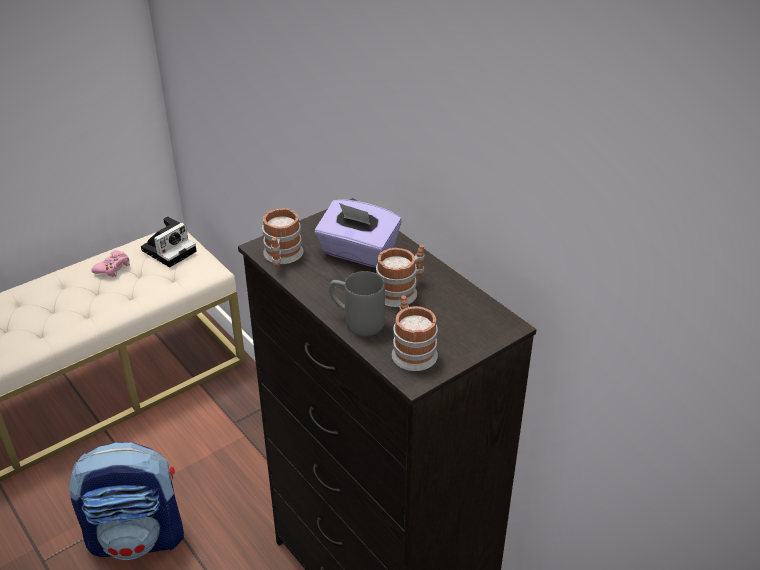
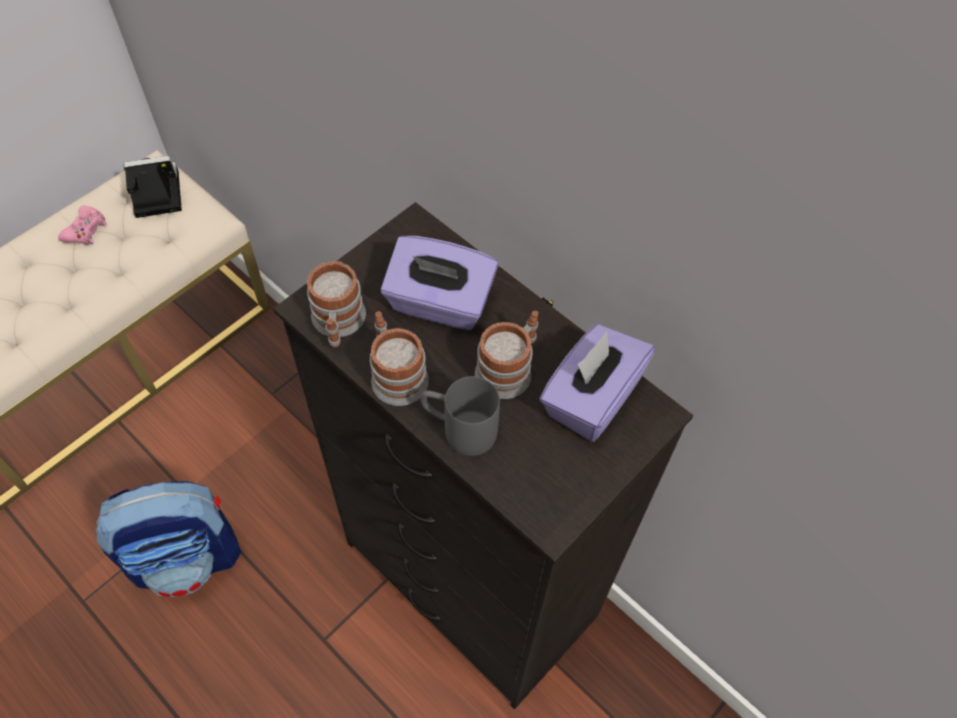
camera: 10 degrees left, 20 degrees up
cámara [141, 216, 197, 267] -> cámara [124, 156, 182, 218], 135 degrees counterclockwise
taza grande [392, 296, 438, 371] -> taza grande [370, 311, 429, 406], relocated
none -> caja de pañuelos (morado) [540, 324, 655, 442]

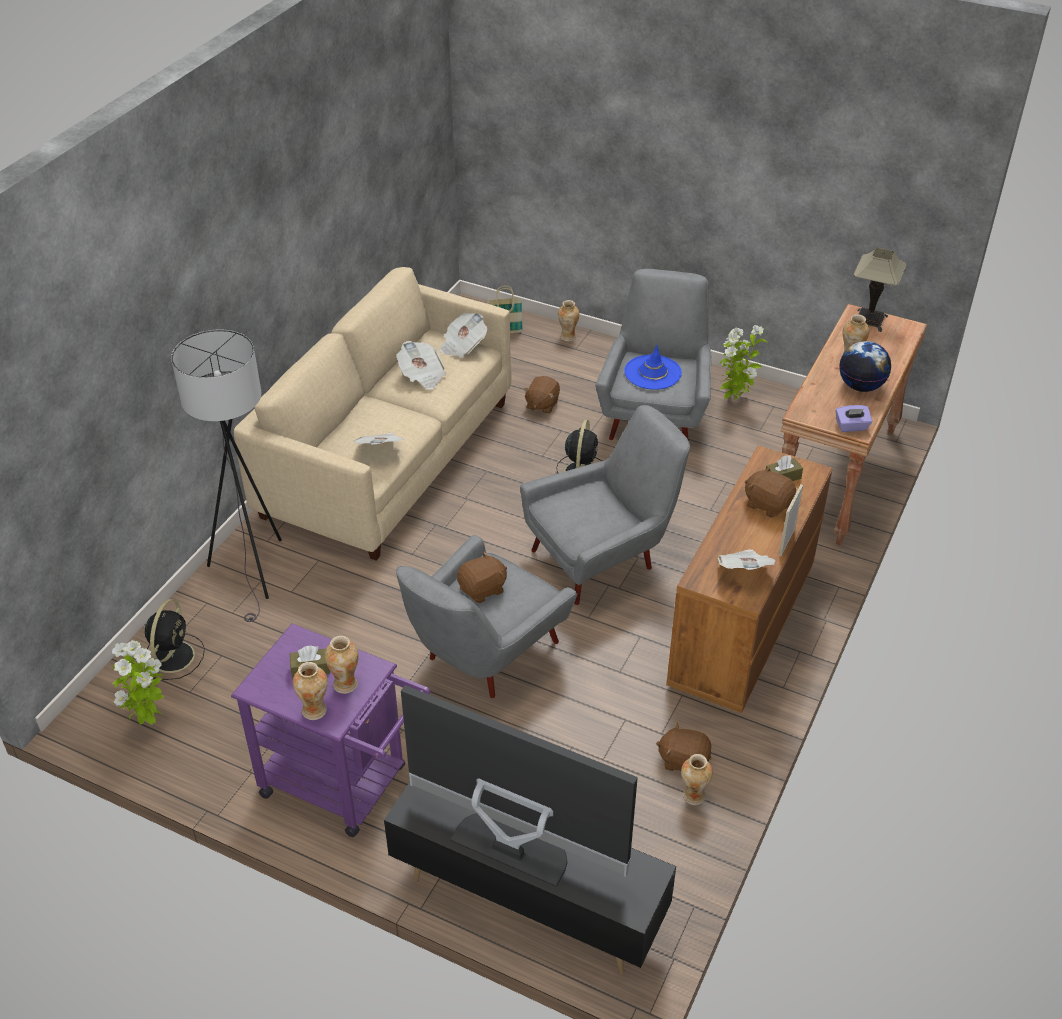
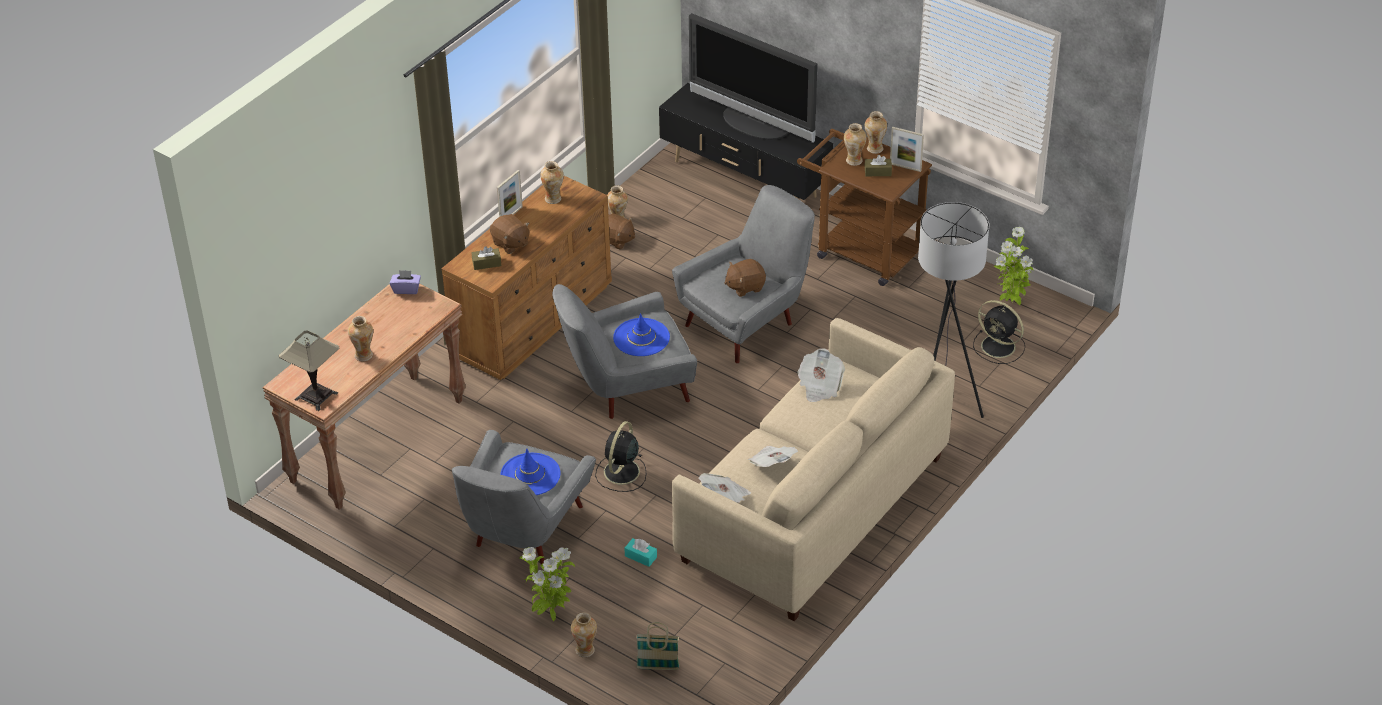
camera: 170 degrees left, 0 degrees up
planta en maceta [719, 325, 768, 401] -> planta en maceta [519, 547, 575, 621], relocated
globo terráqueo [839, 341, 891, 392] -> none
peluche (marrón) [523, 376, 560, 414] -> caja de pañuelos (turquesa) [625, 538, 657, 567]
periódico [718, 549, 776, 570] -> florero [540, 161, 564, 204]
ventilador (negro) [145, 599, 205, 680] -> ventilador (negro) [973, 300, 1025, 364], 75 degrees counterclockwise
carrito (morado) [231, 624, 431, 837] -> carrito (marrón) [797, 129, 932, 286]
none -> portarretratos [890, 127, 924, 172]
none -> sombrero (azul) [613, 313, 670, 356]

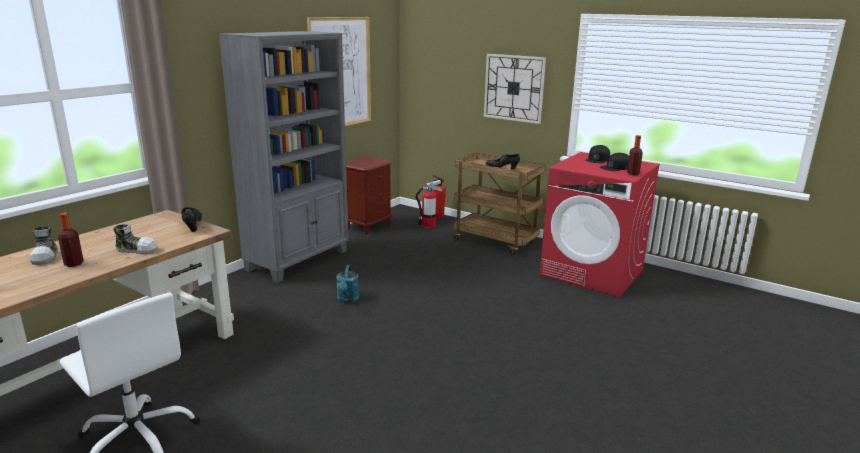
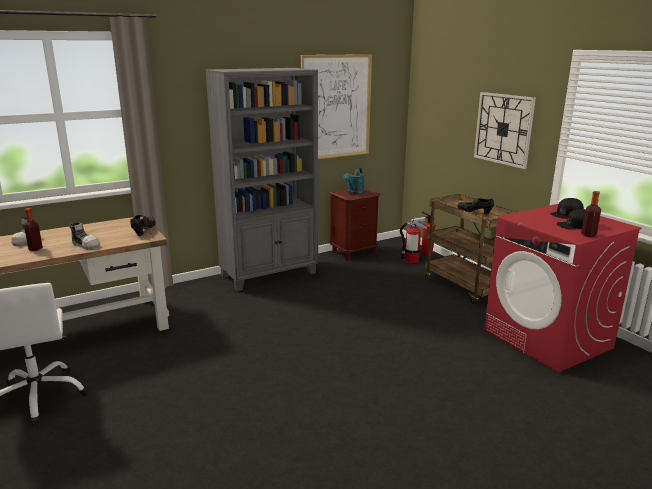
camera: 25 degrees right, 0 degrees up
regadera (turquesa) [336, 265, 360, 304] -> regadera (turquesa) [343, 168, 364, 195], relocated

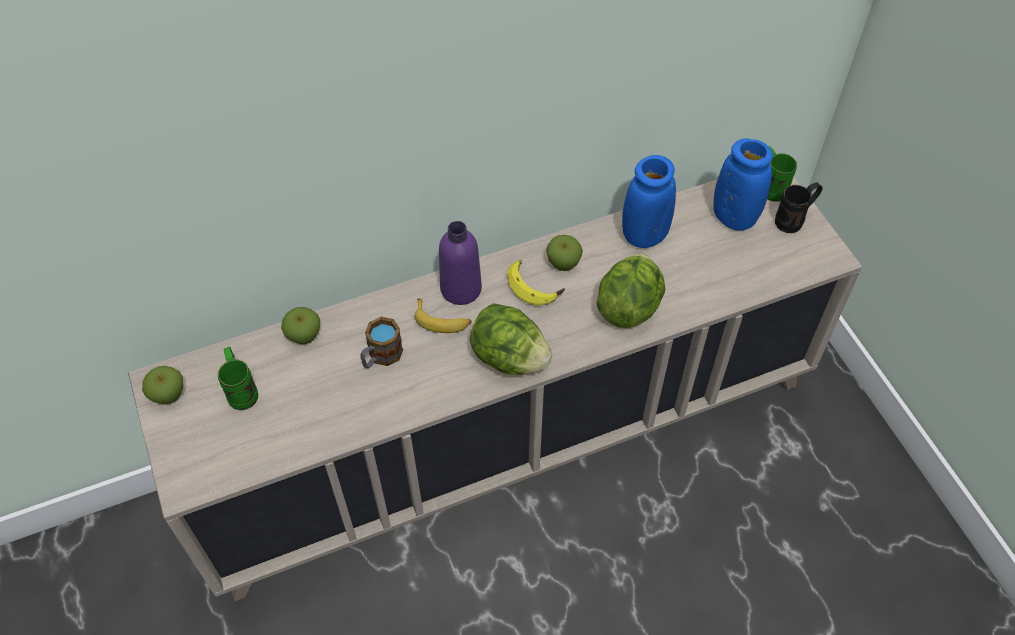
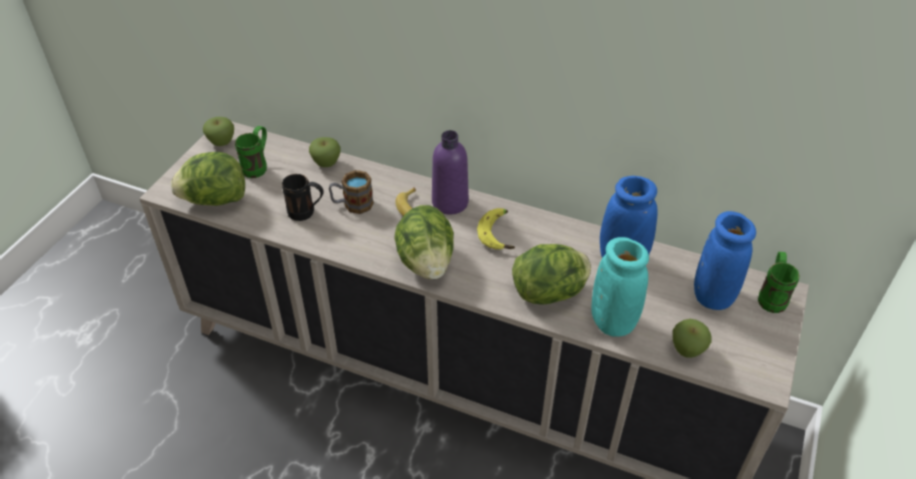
camera: 45 degrees right, 10 degrees down
taza grande (negro) [775, 182, 823, 233] -> taza grande (negro) [282, 174, 324, 221], relocated
manzana [546, 235, 583, 271] -> manzana [673, 319, 711, 358], relocated
none -> lechuga [171, 152, 245, 206]
none -> florero (turquesa) [592, 237, 649, 337]

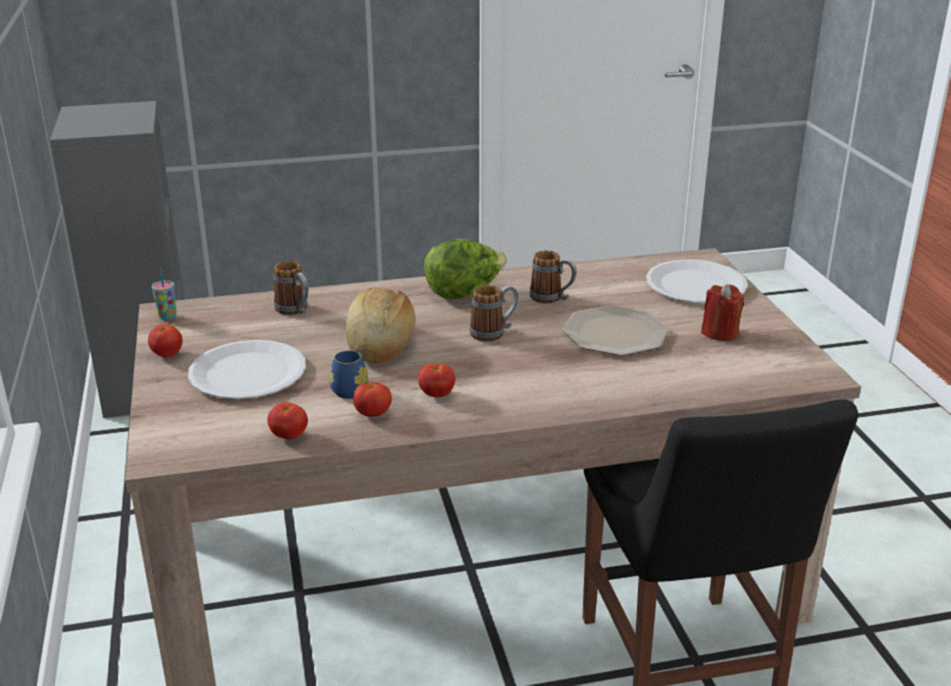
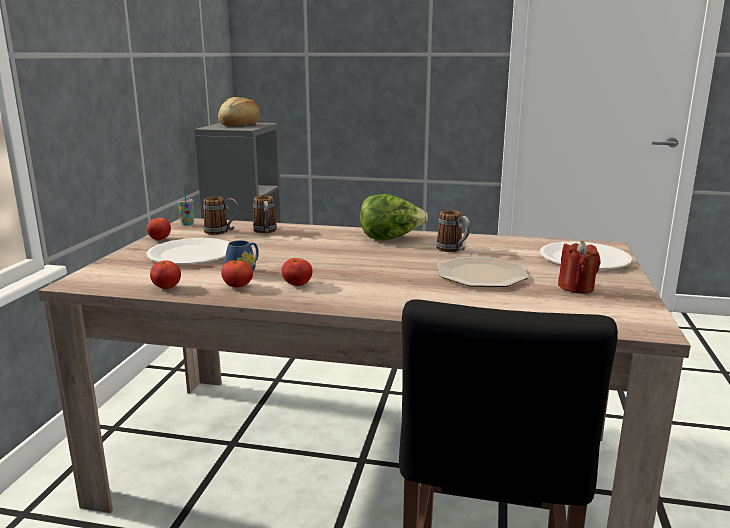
camera: 25 degrees right, 10 degrees down
taza grande [470, 285, 518, 342] -> taza grande [203, 196, 238, 235], relocated
pan [346, 288, 415, 363] -> pan [218, 97, 260, 127], relocated

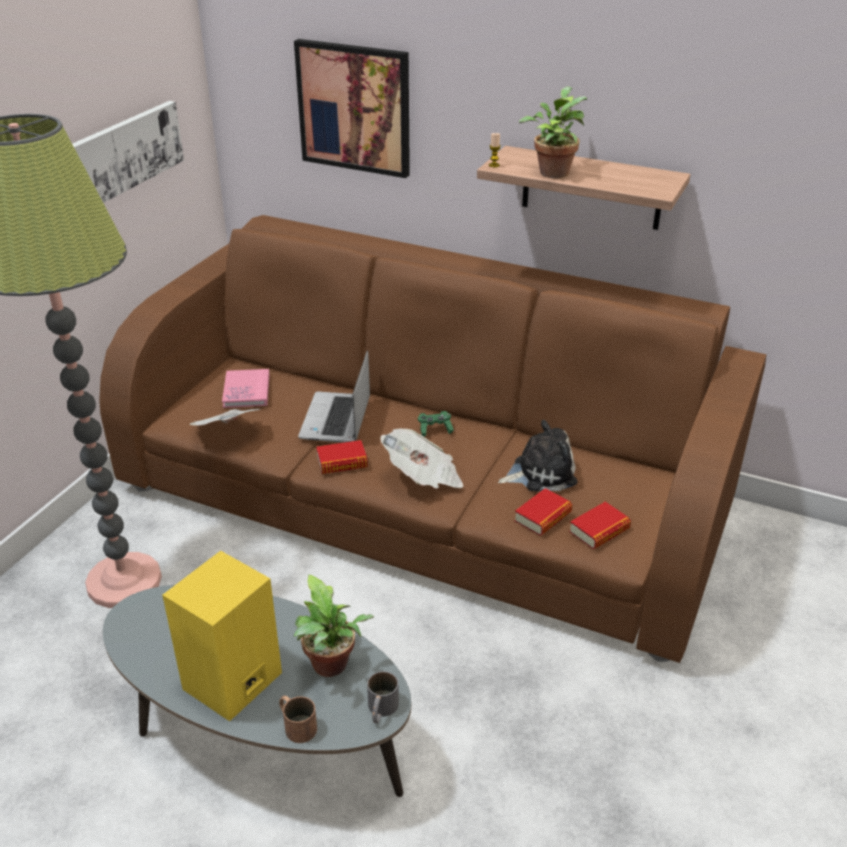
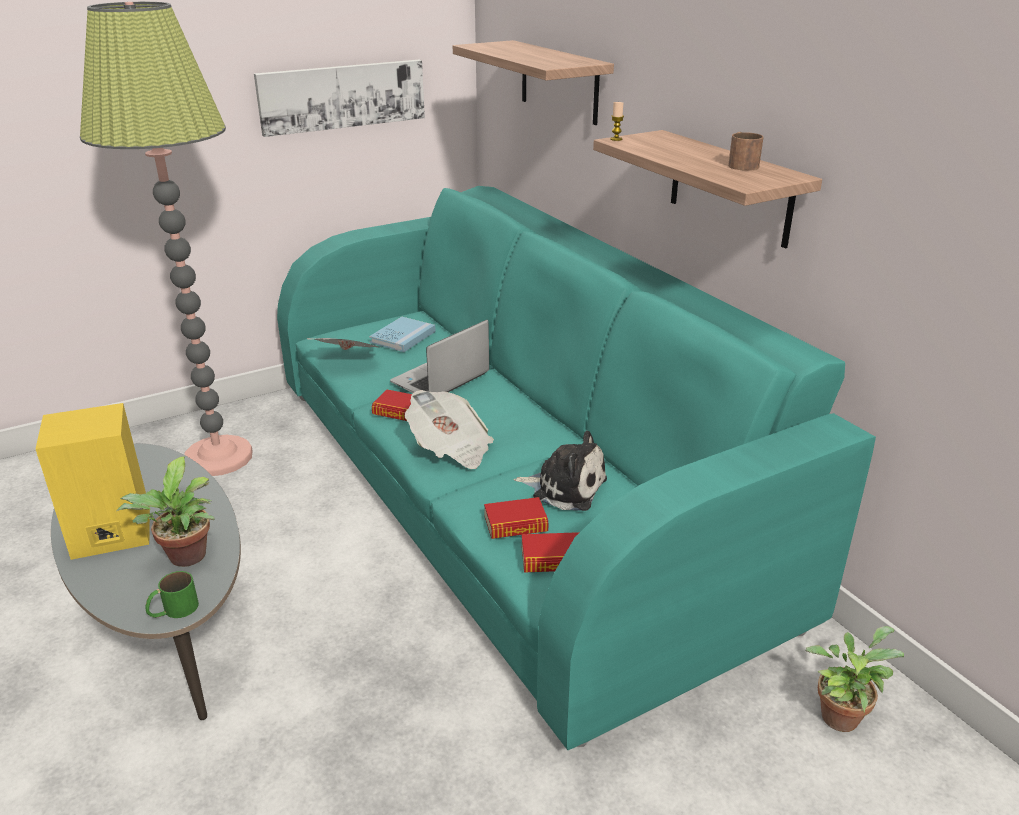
camera: 35 degrees right, 5 degrees down
cuadro [294, 39, 410, 178] -> estante [453, 40, 614, 125]
planta en maceta [519, 87, 587, 178] -> planta en maceta [805, 626, 904, 732], relocated
sofá (marrón) [99, 215, 766, 663] -> sofá (turquesa) [277, 186, 876, 750]
libro (rosa) [222, 369, 270, 408] -> libro (azul) [369, 317, 436, 352]
mando de consola (verde) [418, 411, 454, 437] -> none
taza grande (gris) [367, 671, 399, 723] -> taza grande (verde) [145, 571, 199, 618]
taza grande (marrón) [279, 696, 317, 743] -> taza grande (marrón) [728, 132, 763, 171], relocated

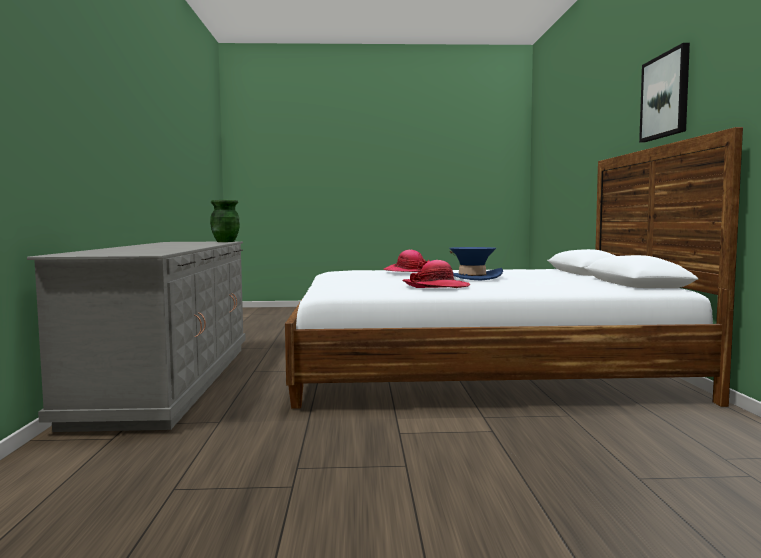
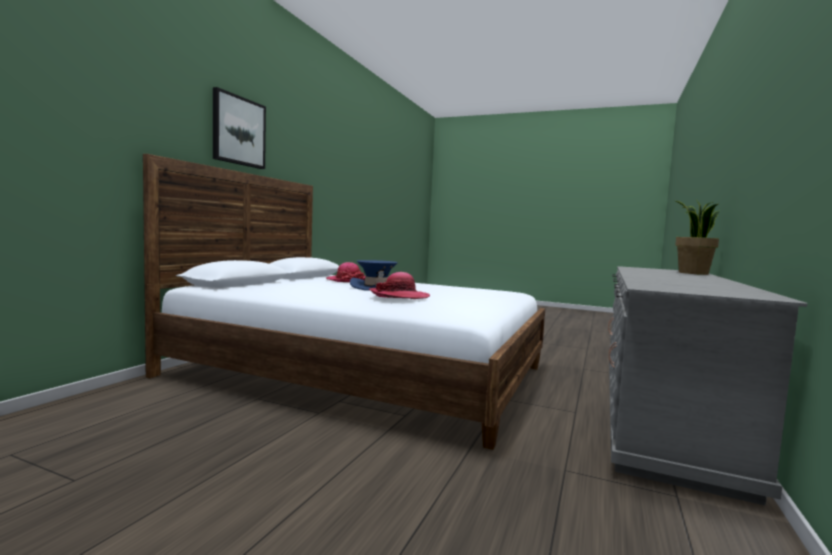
camera: 155 degrees left, 0 degrees up
florero (verde) [210, 200, 240, 242] -> none
sombrero [402, 260, 470, 288] -> sombrero [326, 262, 365, 282], relocated
none -> planta en maceta [675, 199, 720, 275]

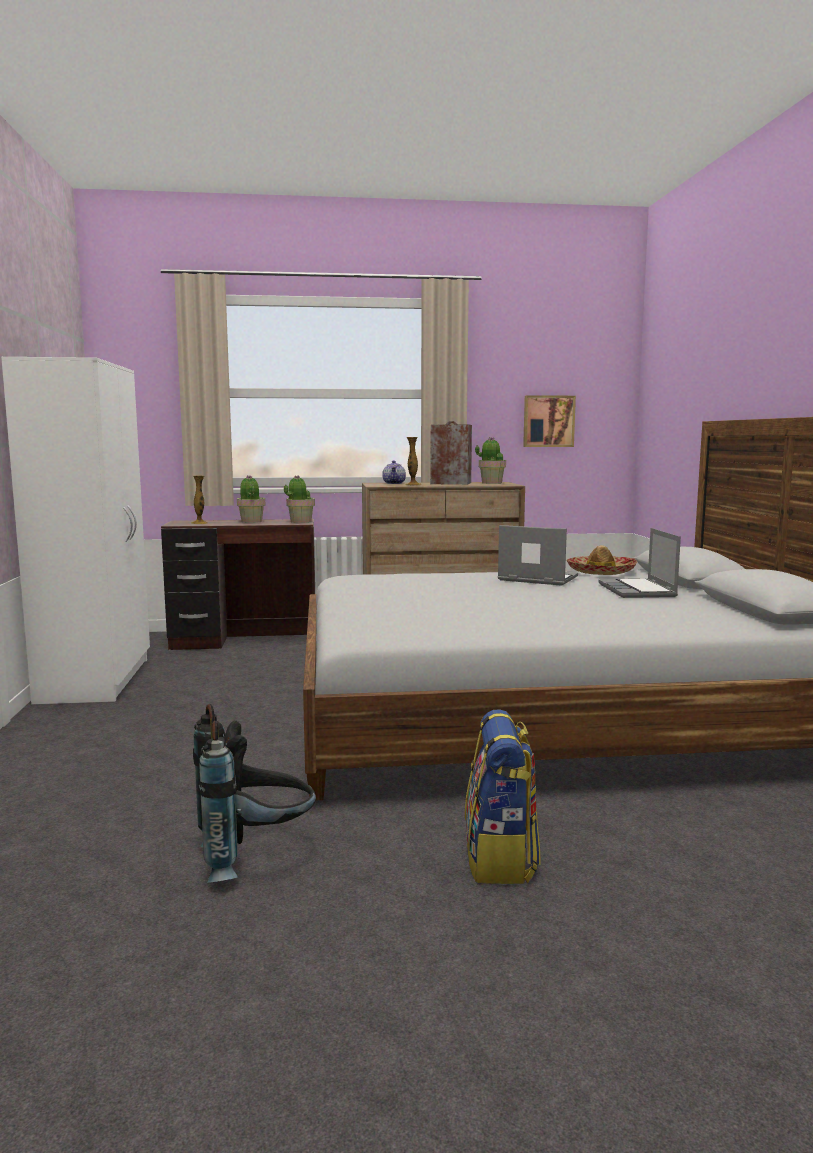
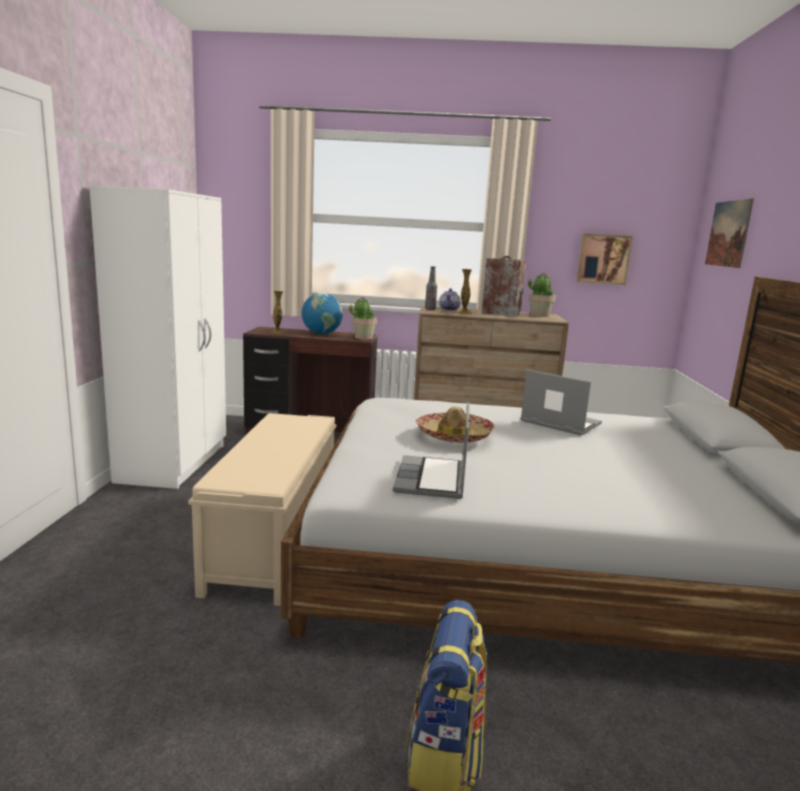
camera: 10 degrees right, 5 degrees up
planta en maceta [237, 475, 265, 523] -> globo terráqueo [302, 293, 343, 334]
portátil [598, 528, 681, 598] -> portátil [393, 402, 469, 499], relocated
sombrero [566, 545, 637, 575] -> sombrero [416, 406, 495, 443], relocated
mochila (negro) [193, 704, 316, 883] -> none
none -> cuadro [705, 198, 754, 268]
none -> botella [425, 266, 437, 310]
none -> banco (beis) [188, 413, 336, 606]

